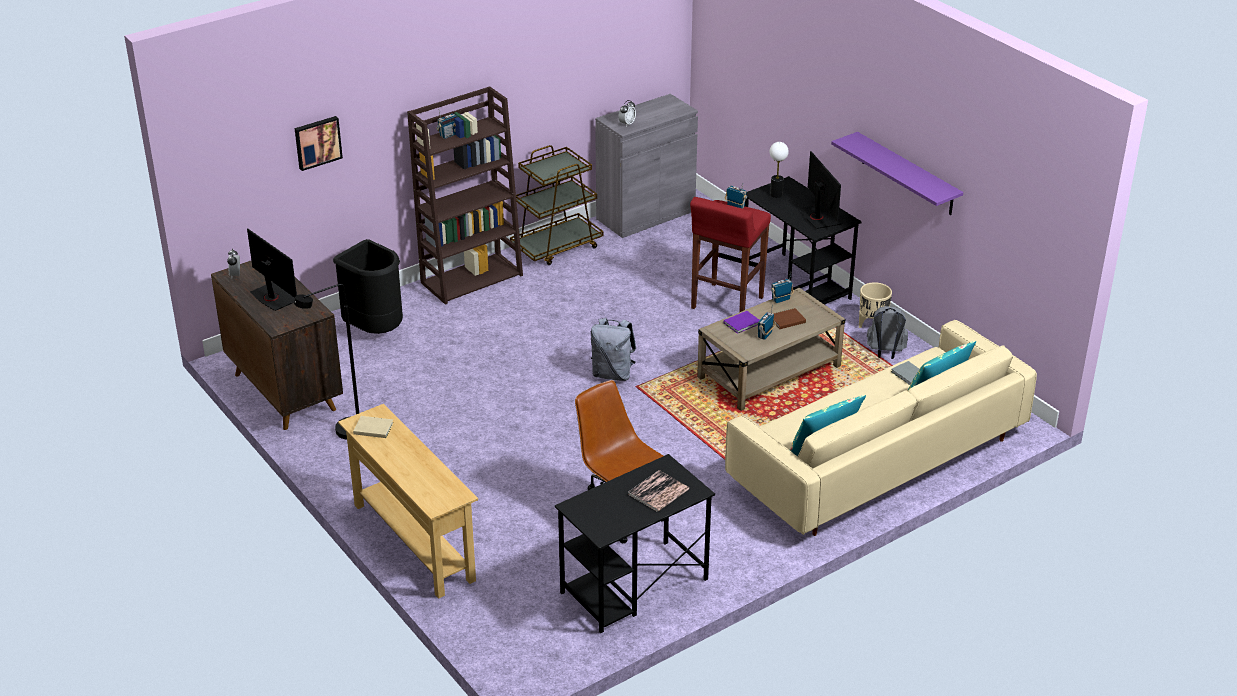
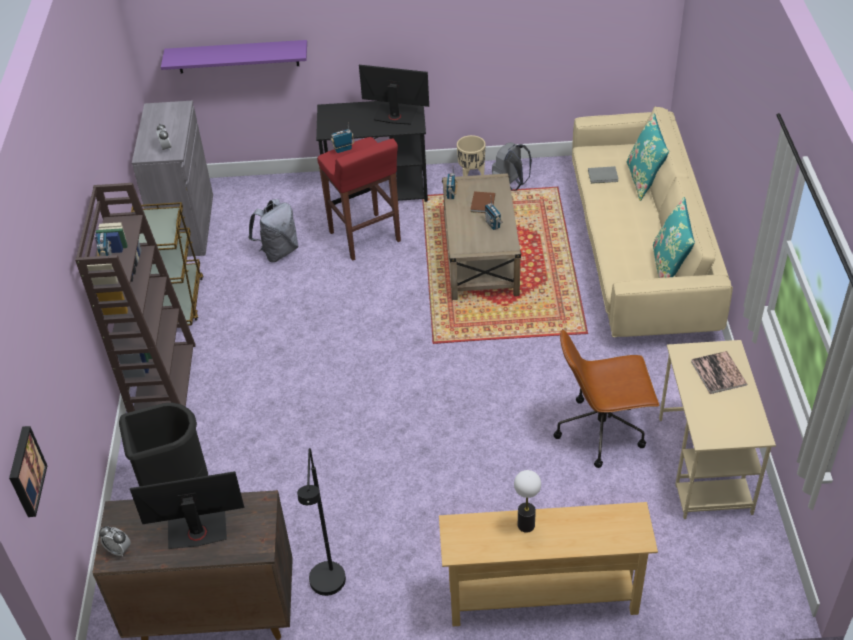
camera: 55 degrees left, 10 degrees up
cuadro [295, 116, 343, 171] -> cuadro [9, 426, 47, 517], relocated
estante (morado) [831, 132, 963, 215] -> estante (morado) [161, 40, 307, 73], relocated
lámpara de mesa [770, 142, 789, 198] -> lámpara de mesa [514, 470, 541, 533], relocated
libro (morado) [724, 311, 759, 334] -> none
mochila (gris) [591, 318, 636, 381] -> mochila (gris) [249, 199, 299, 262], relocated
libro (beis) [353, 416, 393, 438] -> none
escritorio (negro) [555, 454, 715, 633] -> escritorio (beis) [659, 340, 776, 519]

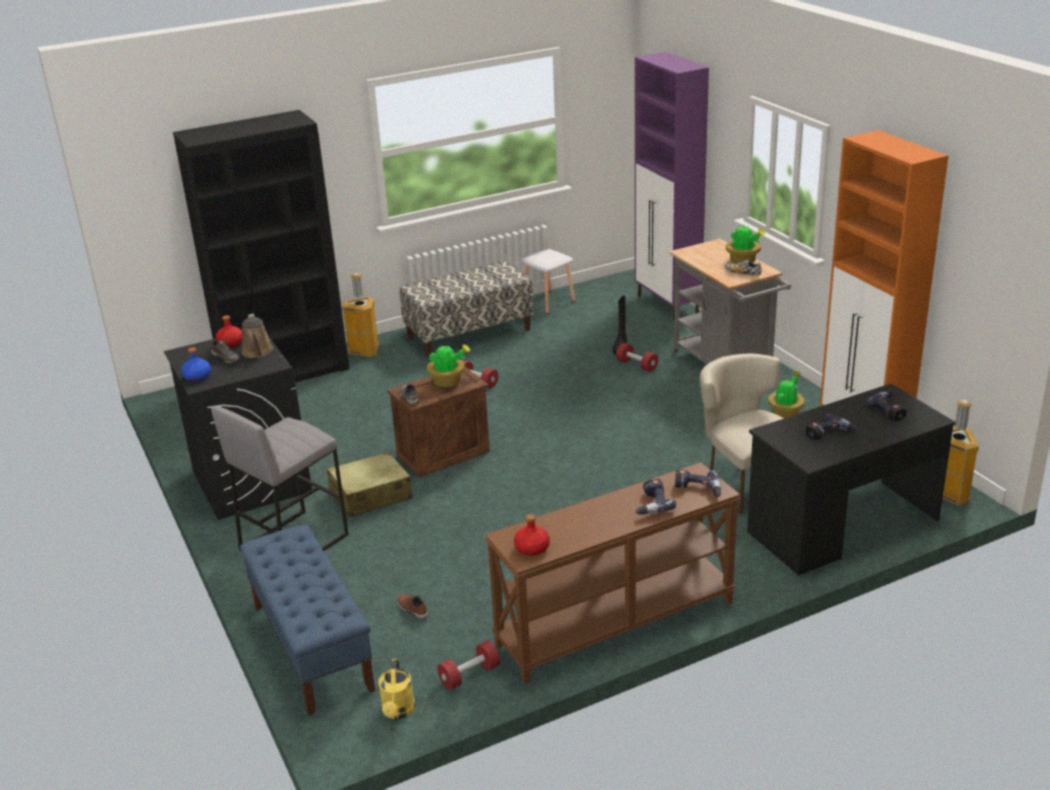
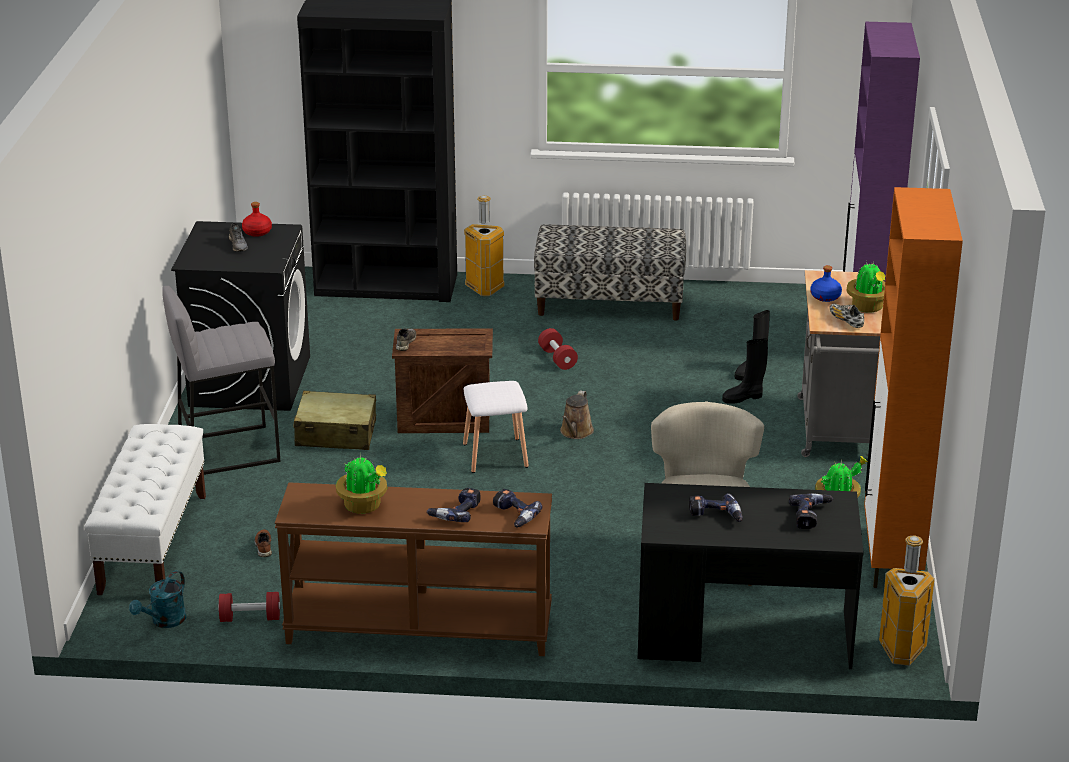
camera: 30 degrees right, 0 degrees up
taburete (blanco) [521, 249, 575, 314] -> taburete (blanco) [463, 381, 529, 473], relocated
regadera (marrón) [242, 313, 273, 358] -> regadera (marrón) [560, 391, 594, 439], relocated
mancuerna (rojo) [616, 343, 659, 372] -> bota (negro) [722, 338, 768, 404]
planta en maceta [427, 344, 470, 387] -> planta en maceta [336, 453, 387, 514], relocated
botella (azul) [181, 347, 211, 381] -> botella (azul) [810, 265, 842, 302], relocated
botella (rojo) [514, 514, 550, 556] -> none
banco (azul) [240, 525, 375, 716] -> banco (blanco) [84, 424, 206, 595]
regadera (amarillo) [378, 659, 415, 720] -> regadera (turquesa) [129, 570, 186, 628]

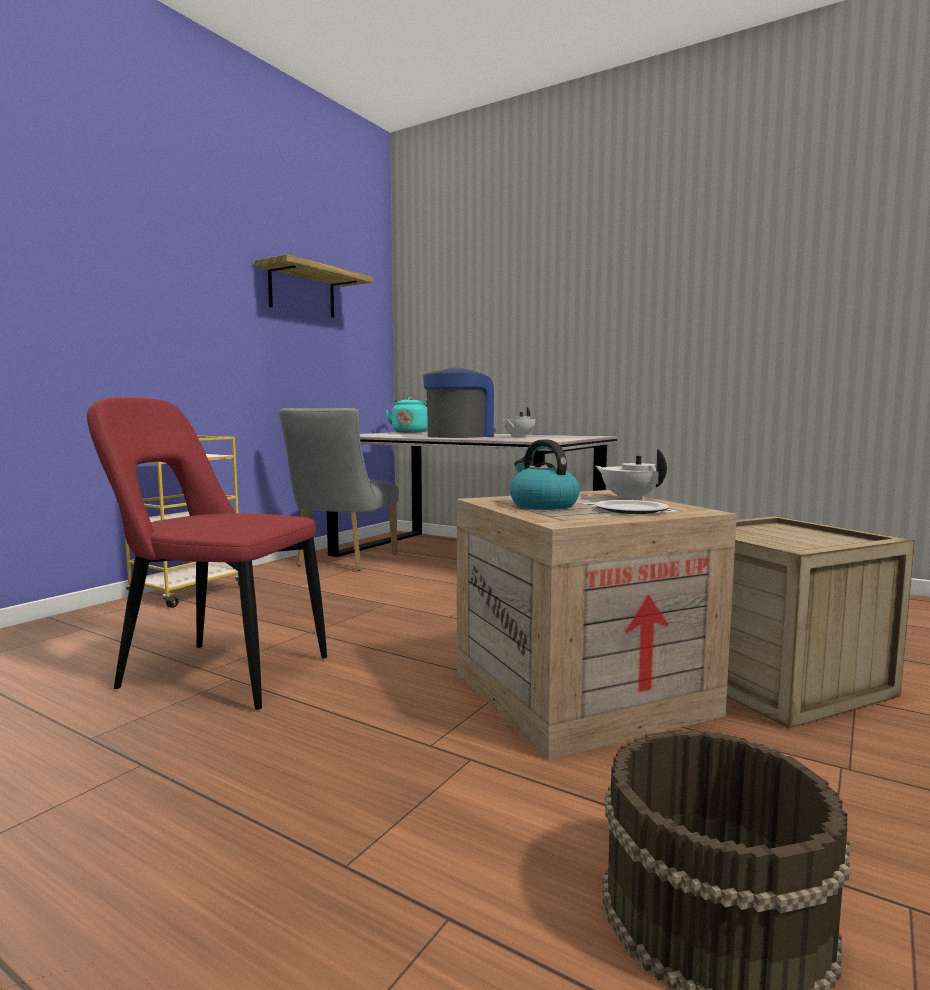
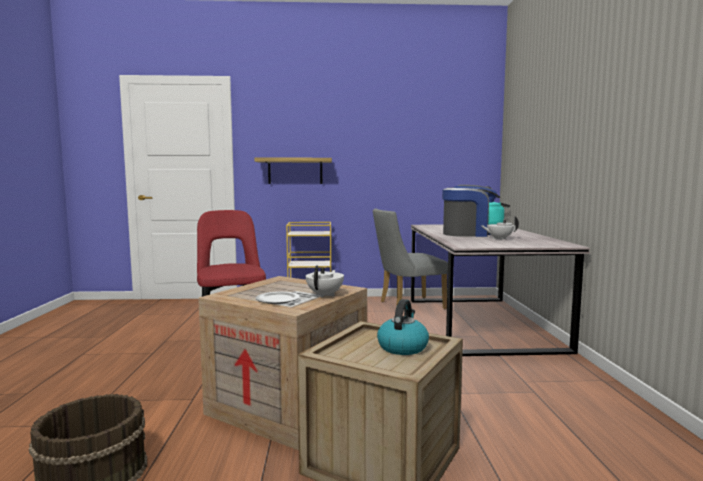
camera: 55 degrees right, 0 degrees up
estante [255, 254, 373, 318] -> estante [254, 158, 332, 184], relocated
hervidor [510, 439, 580, 510] -> hervidor [377, 299, 429, 355], relocated

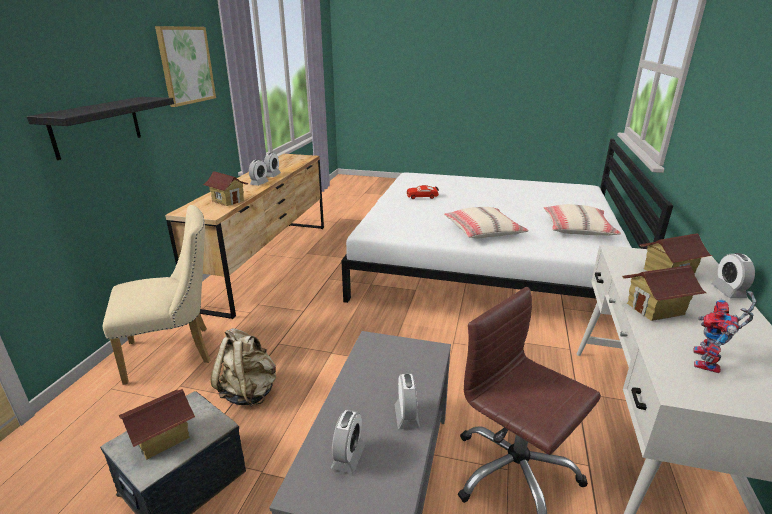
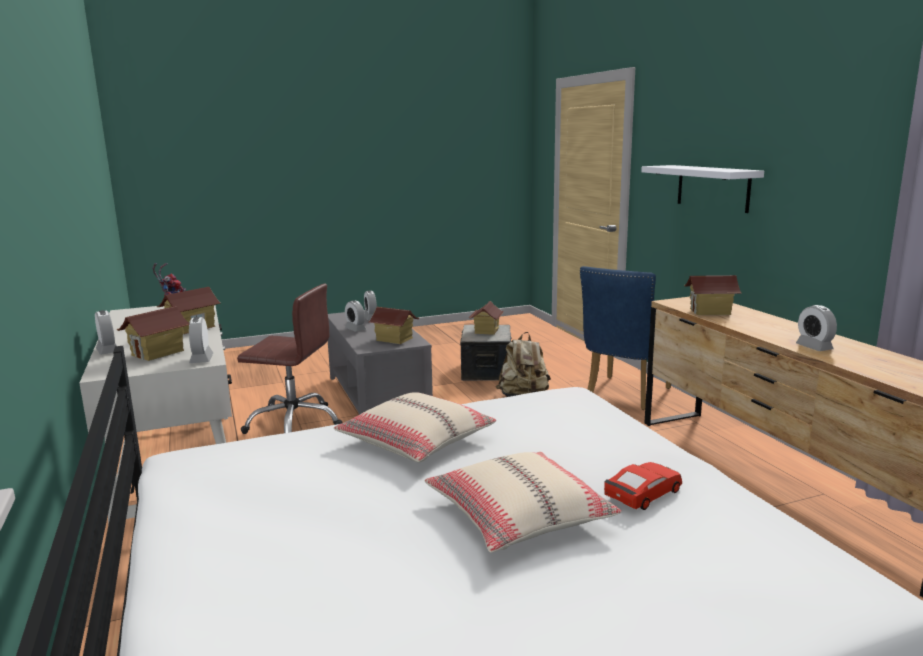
camera: 145 degrees right, 10 degrees down
cuadro [155, 26, 216, 107] -> none
estante (negro) [27, 97, 174, 160] -> estante (blanco) [641, 165, 764, 213]
despertador [249, 159, 268, 186] -> despertador [189, 317, 213, 363], relocated
cojín (beis) [544, 204, 621, 236] -> cojín (beis) [424, 452, 621, 553], relocated
silla (beis) [103, 205, 210, 385] -> silla (azul) [580, 266, 671, 410]
none -> casita [369, 307, 419, 344]

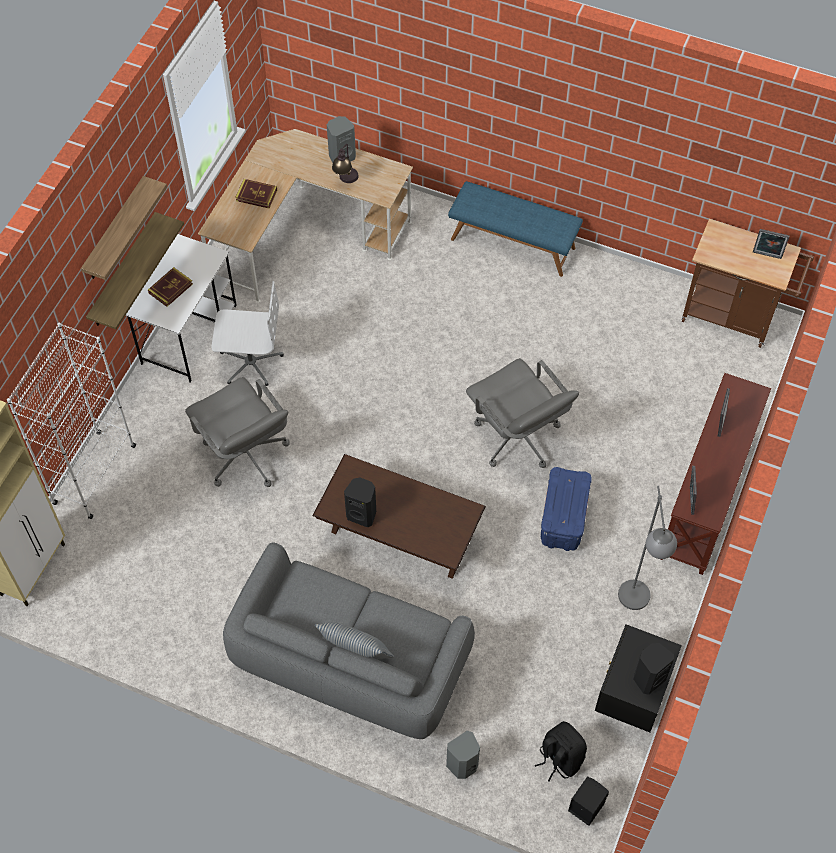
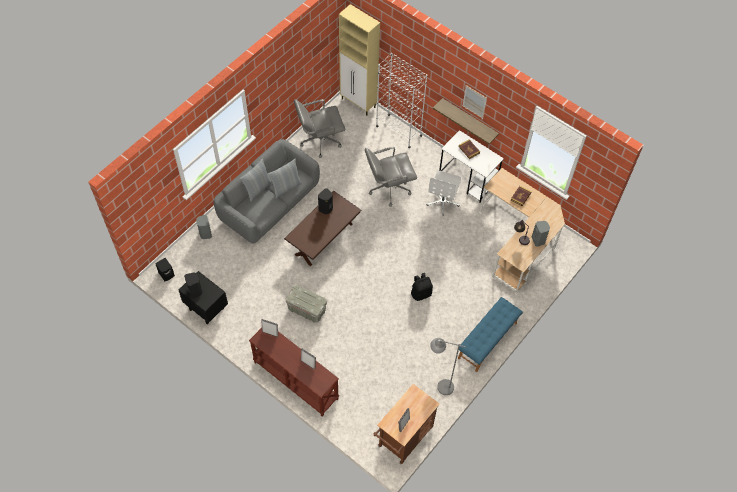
camera: 105 degrees right, 0 degrees up
estante [81, 176, 167, 280] -> cuadro [463, 85, 487, 119]
silla de oficina (gris) [466, 358, 579, 468] -> silla de oficina (gris) [294, 99, 345, 158], relocated
caja de almacenaje (azul) [541, 467, 592, 551] -> caja de almacenaje (gris) [285, 285, 327, 323]
lámpara de pie (gris) [618, 486, 677, 610] -> lámpara de pie (gris) [430, 338, 466, 395], relocated
mochila (negro) [535, 721, 587, 782] -> mochila (negro) [411, 273, 433, 301], relocated
none -> cojín [268, 159, 303, 198]

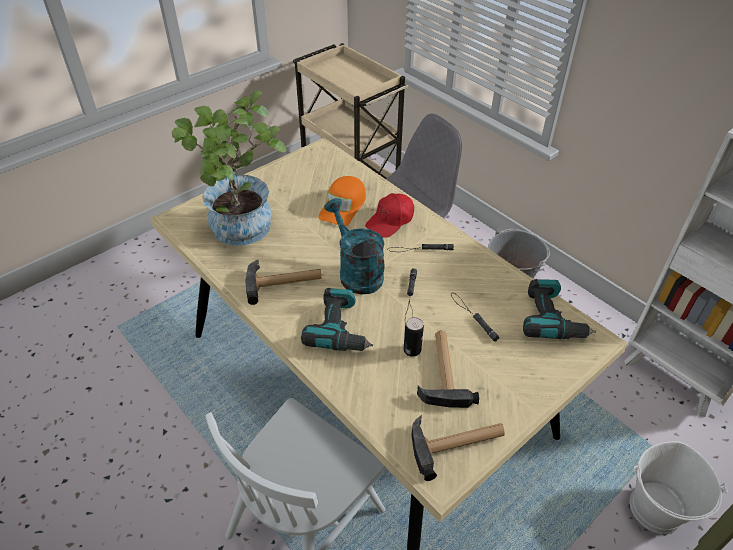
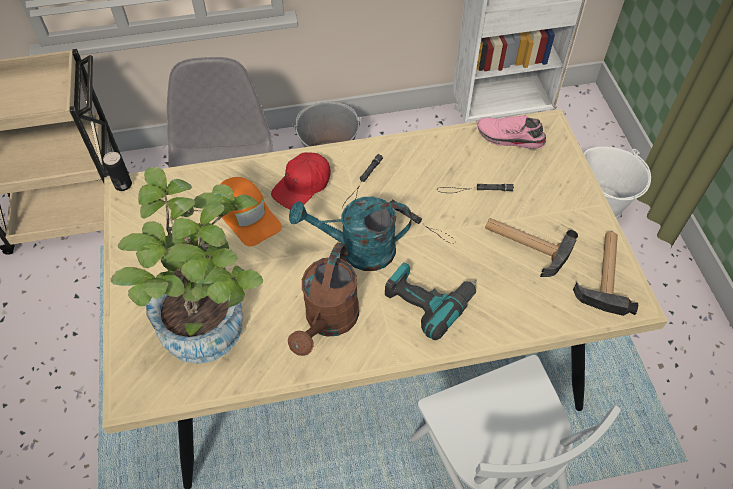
camera: 60 degrees left, 10 degrees up
gorra (rojo) [365, 193, 414, 238] -> gorra (rojo) [271, 152, 331, 210], 60 degrees clockwise
martillo [245, 260, 321, 305] -> regadera (marrón) [288, 242, 359, 356]
taladro [523, 279, 596, 339] -> zapato (rosa) [477, 115, 546, 149]
lata [404, 317, 424, 357] -> lata [103, 152, 132, 191], relocated

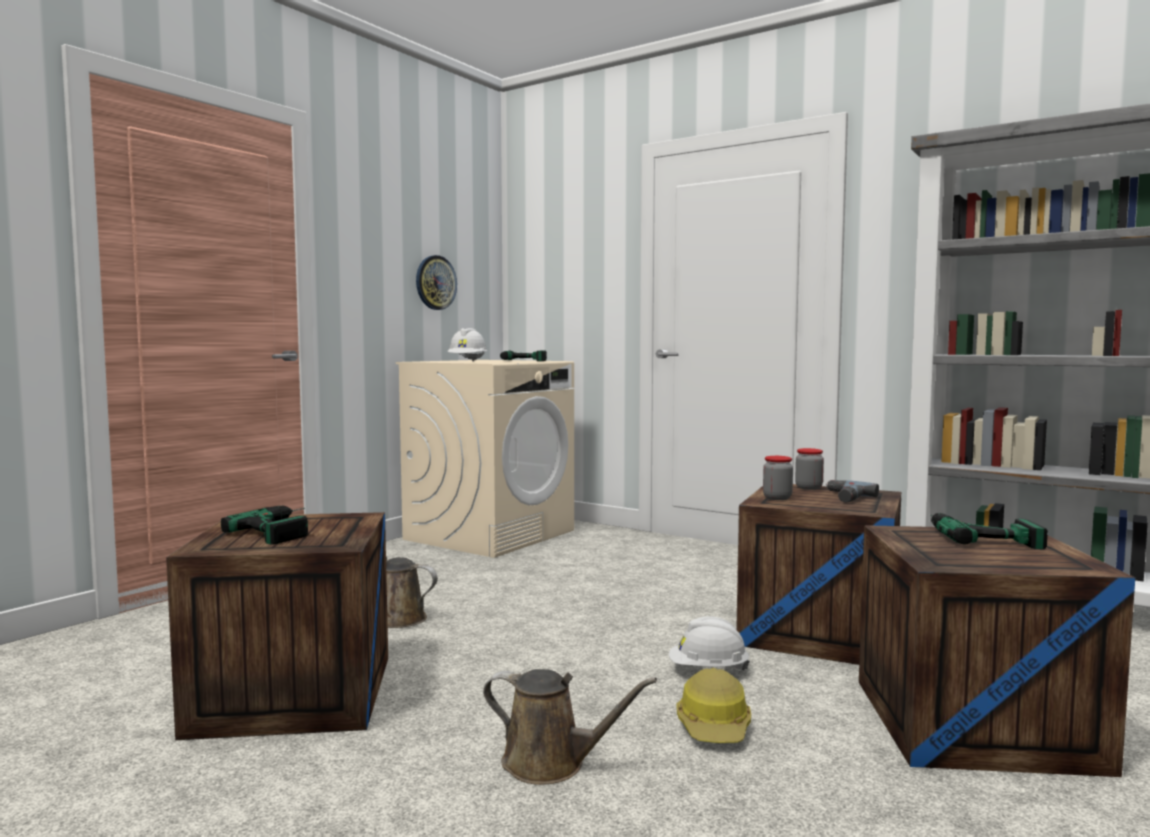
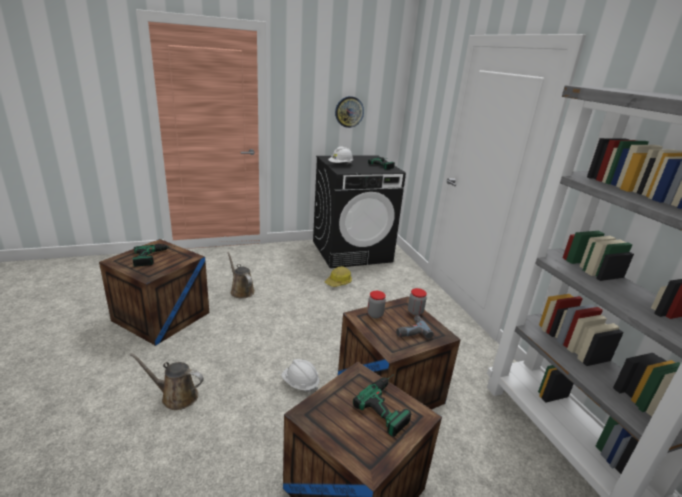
camera: 35 degrees right, 20 degrees up
lavadora (beis) [396, 360, 574, 558] -> lavadora (negro) [313, 155, 406, 268]
casco [676, 668, 751, 743] -> casco [325, 266, 352, 287], relocated
regadera (marrón) [483, 669, 657, 785] -> regadera (marrón) [130, 353, 204, 410], 135 degrees clockwise

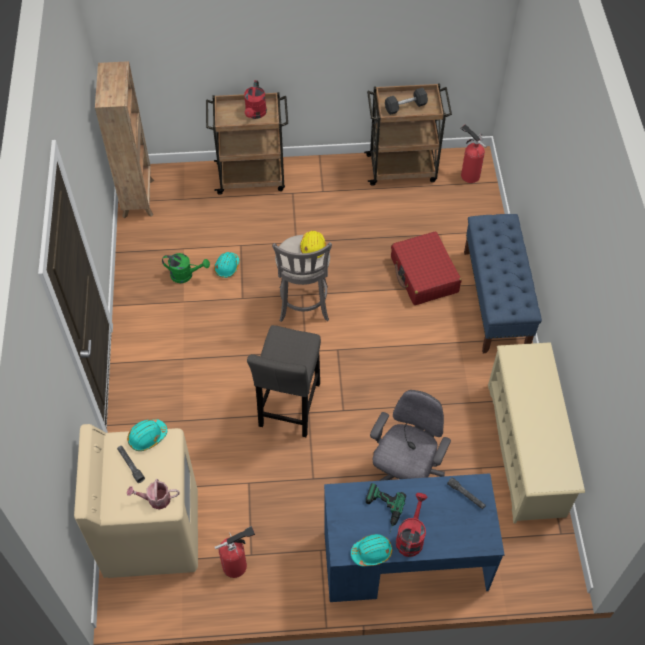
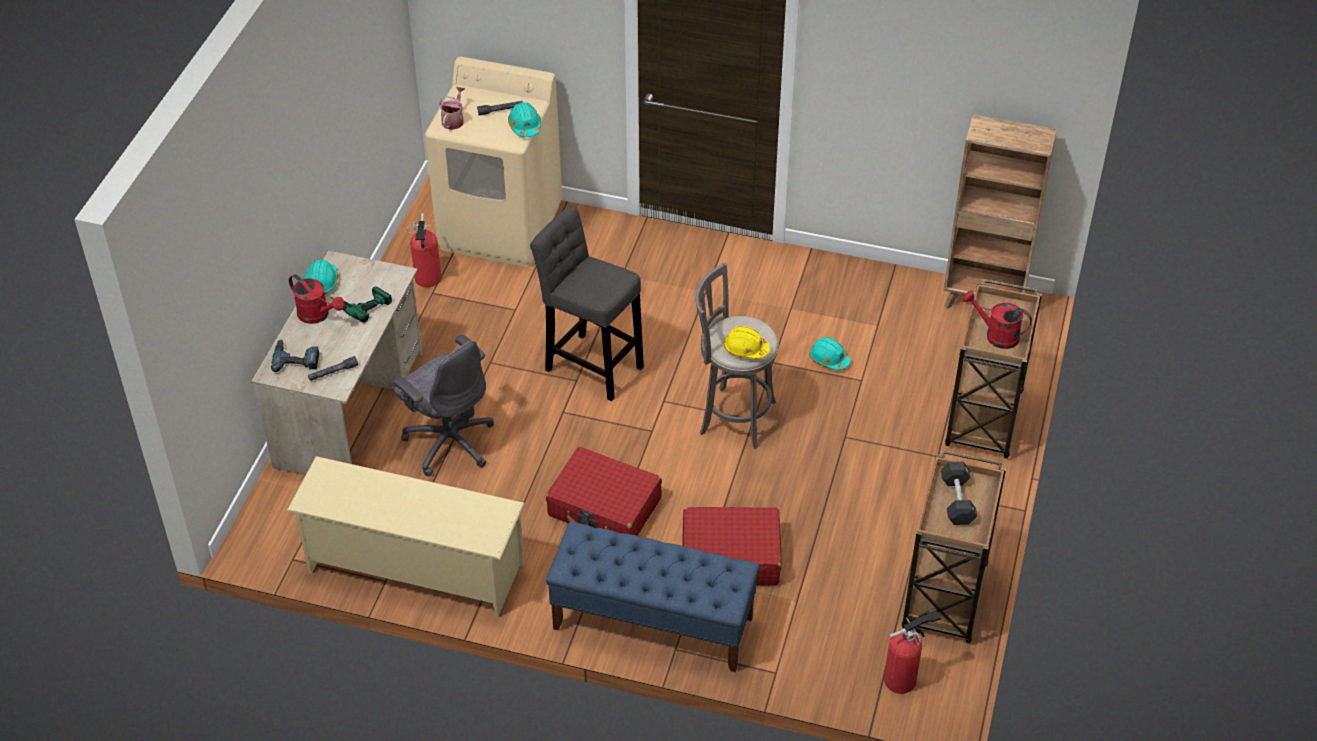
camera: 110 degrees right, 10 degrees down
regadera (verde) [162, 253, 210, 283] -> none
escritorio (azul) [324, 473, 505, 602] -> escritorio (beis) [251, 251, 422, 475]
none -> taladro [271, 339, 319, 372]
none -> maleta (rojo) [546, 447, 662, 536]

